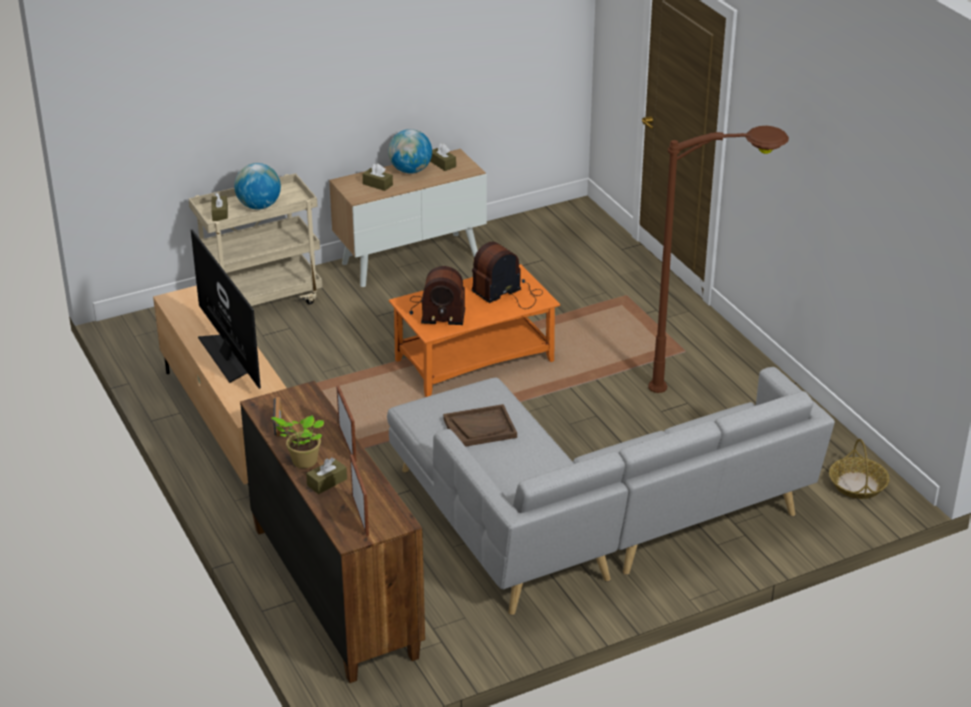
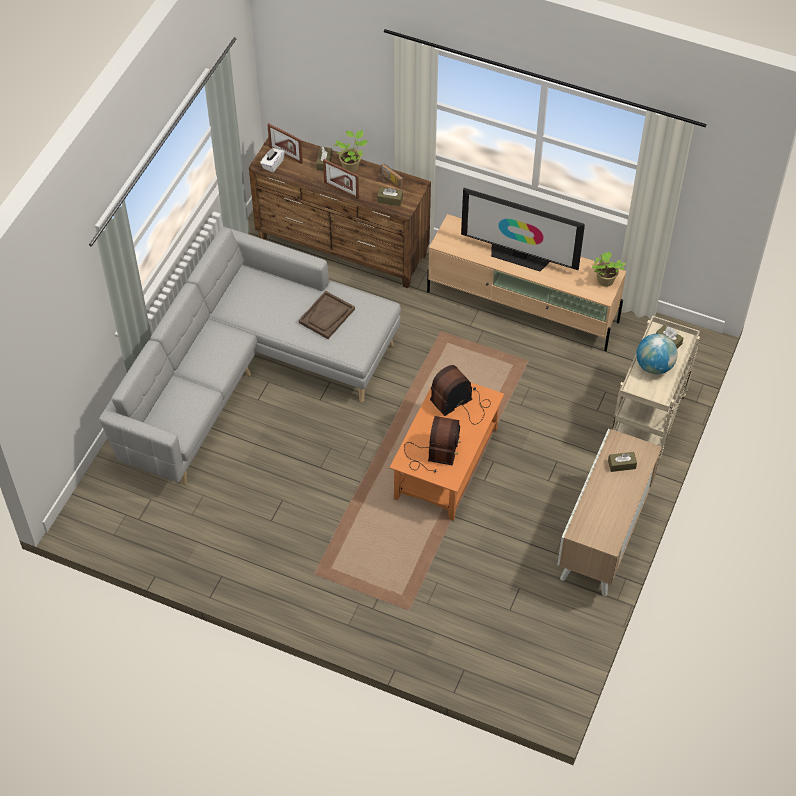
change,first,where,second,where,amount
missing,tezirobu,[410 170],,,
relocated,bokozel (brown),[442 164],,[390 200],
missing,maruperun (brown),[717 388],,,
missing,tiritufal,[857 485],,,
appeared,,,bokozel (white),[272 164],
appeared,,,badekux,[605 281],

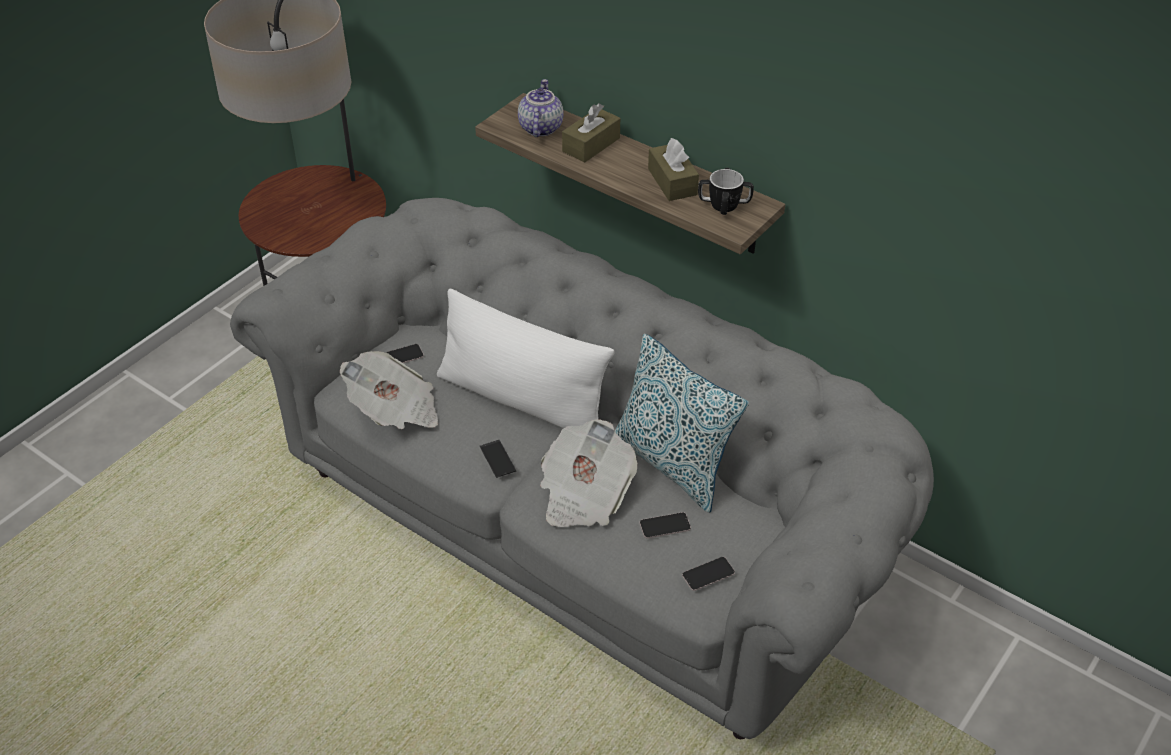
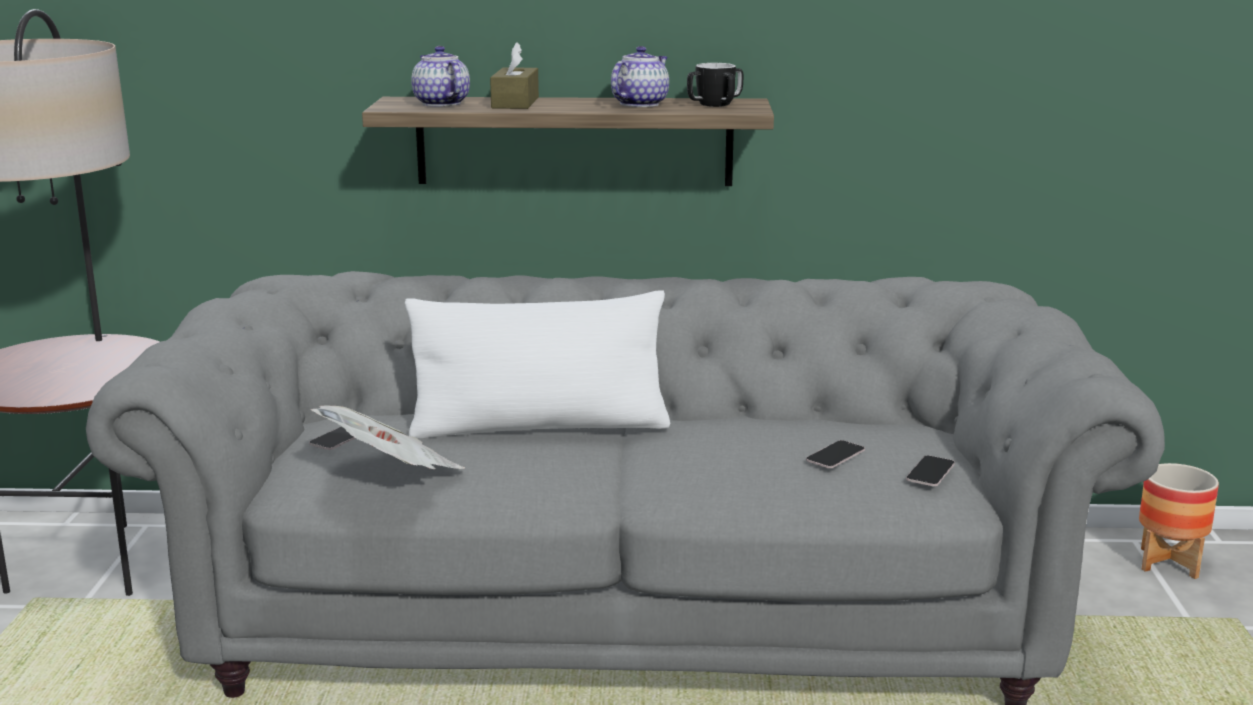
change,first,where,second,where,amount
missing,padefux,[497 459],,,
missing,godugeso,[584 494],,,
missing,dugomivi,[672 465],,,
exchanged,bokozel (brown),[672 182],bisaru,[639 104],
appeared,,,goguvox,[1169 563],

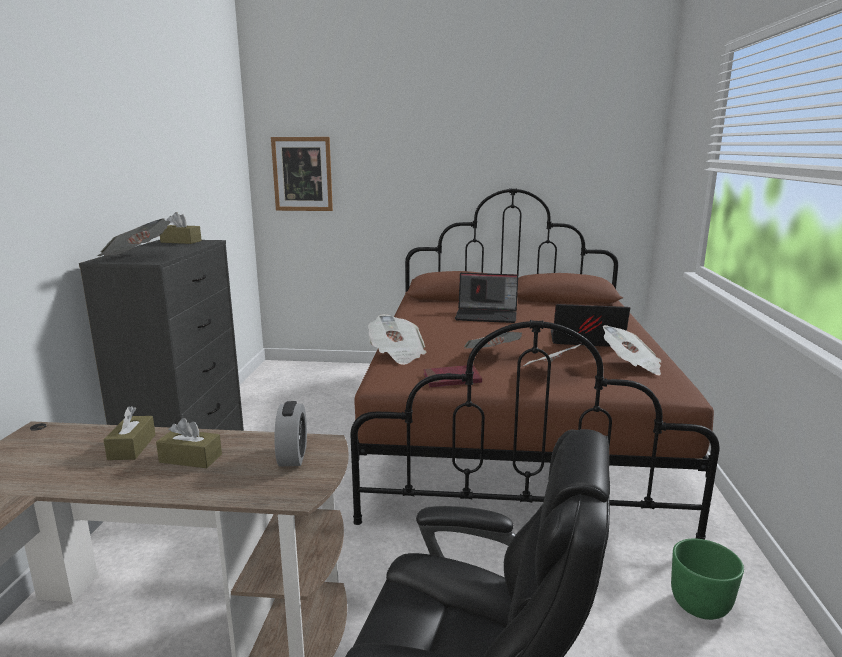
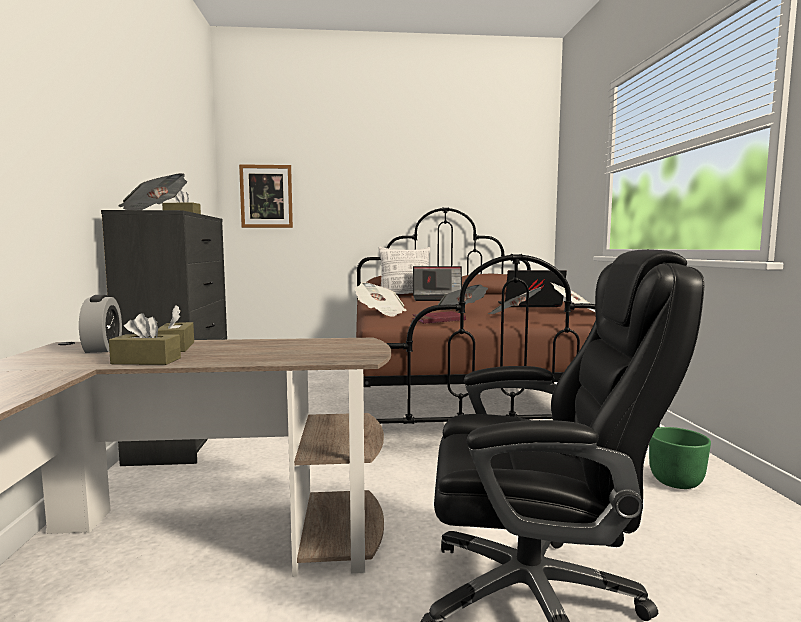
change,first,where,second,where,amount
relocated,bokozel (brown),[190 458],,[146 361],
relocated,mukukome,[293 456],,[103 349],
appeared,,,dugomivi,[405 296],

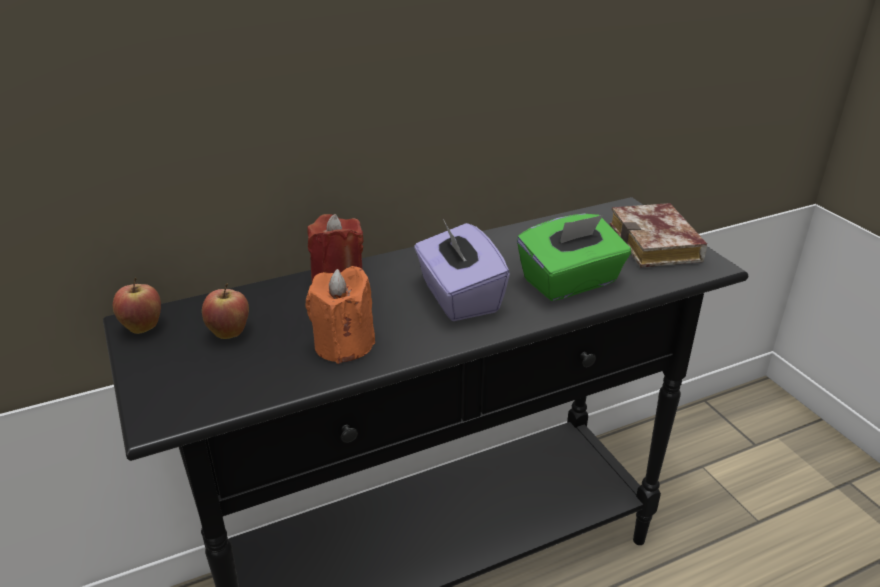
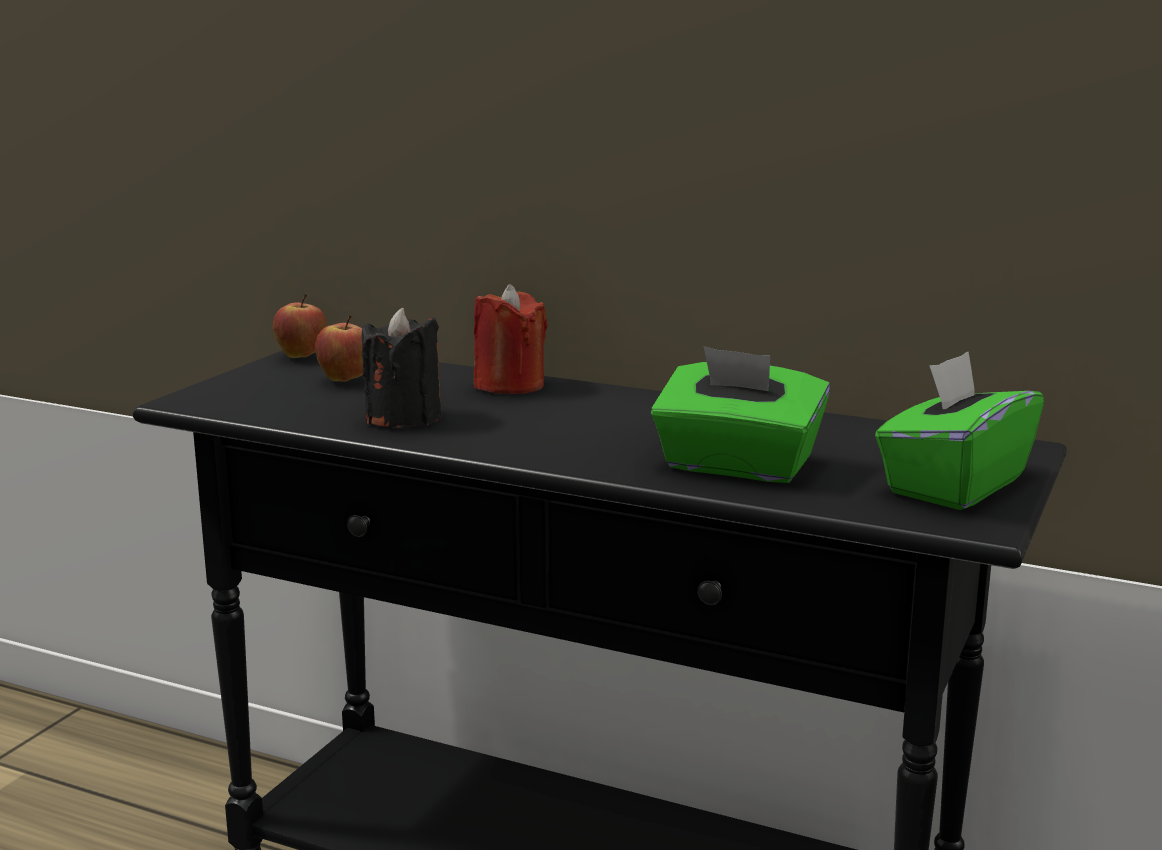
change,first,where,second,where,amount
colour,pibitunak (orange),[344 345],pibitunak (black),[403 418],
missing,bokozel (purple),[458 297],,,
exchanged,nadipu,[659 245],bokozel (green),[953 485],

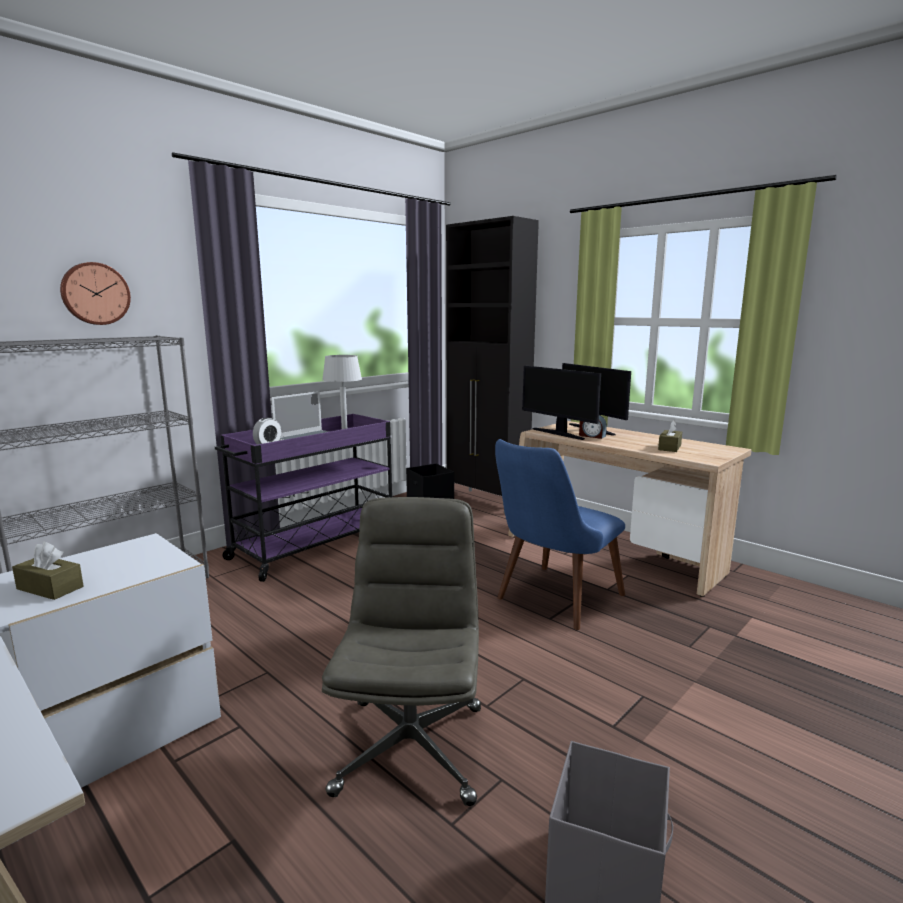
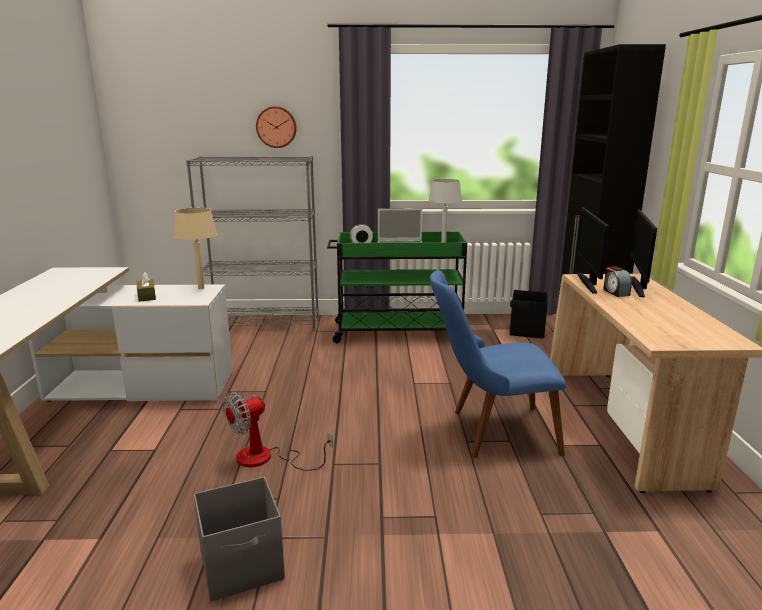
change,first,where,second,where,amount
colour,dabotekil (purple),[315 546],dabotekil (green),[397 332],
exchanged,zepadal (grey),[410 746],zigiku,[266 459],
missing,bokozel (brown),[669 447],,,
appeared,,,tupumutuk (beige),[201 288],

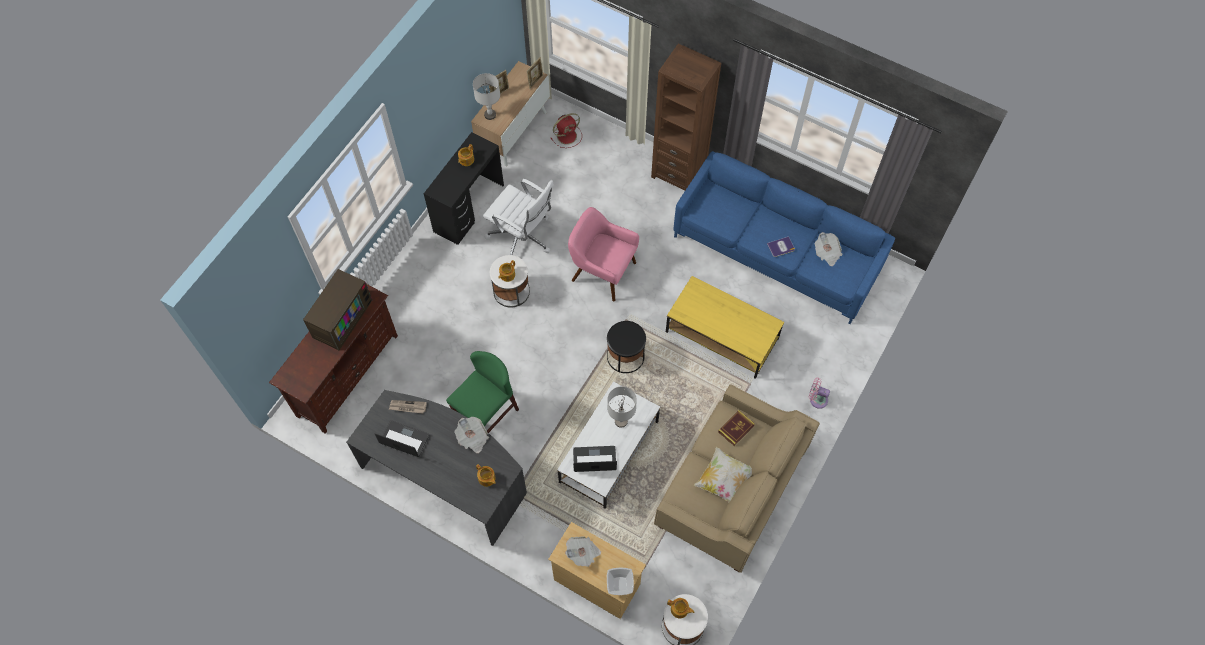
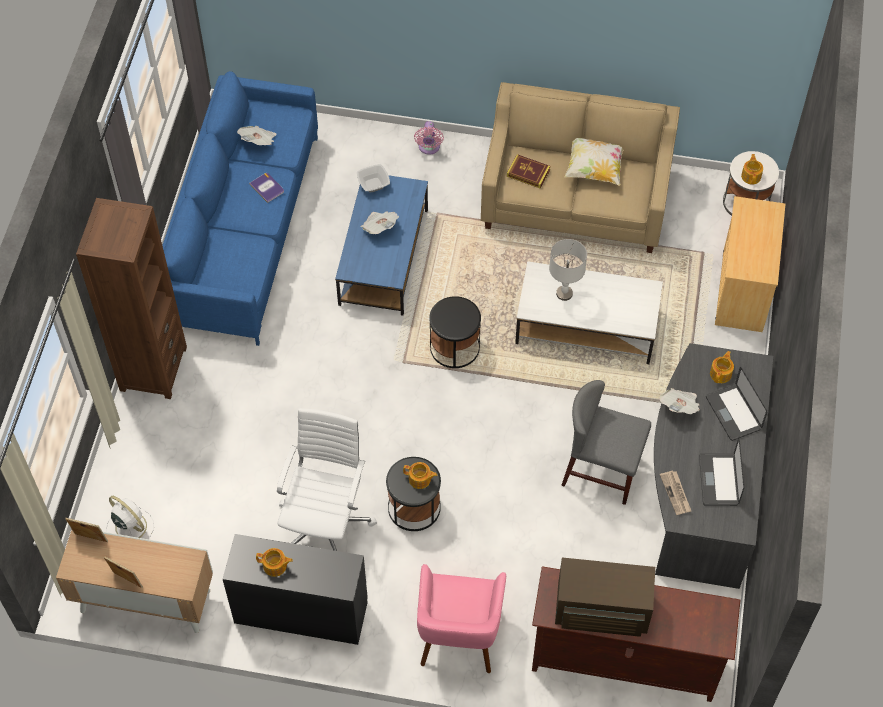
change,first,where,second,where,amount
colour,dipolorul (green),[486 415],dipolorul (grey),[601 471],
missing,tupumutuk (grey),[490 115],,,
colour,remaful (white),[511 291],remaful (black),[413 507],
colour,zigiku (red),[567 136],zigiku (white),[130 526],
relocated,godugeso,[583 553],,[379 227],
relocated,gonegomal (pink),[602 272],,[458 636],
relocated,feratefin,[594 459],,[733 413],
relocated,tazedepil,[619 584],,[374 185],
colour,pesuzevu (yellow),[722 335],pesuzevu (blue),[383 256],

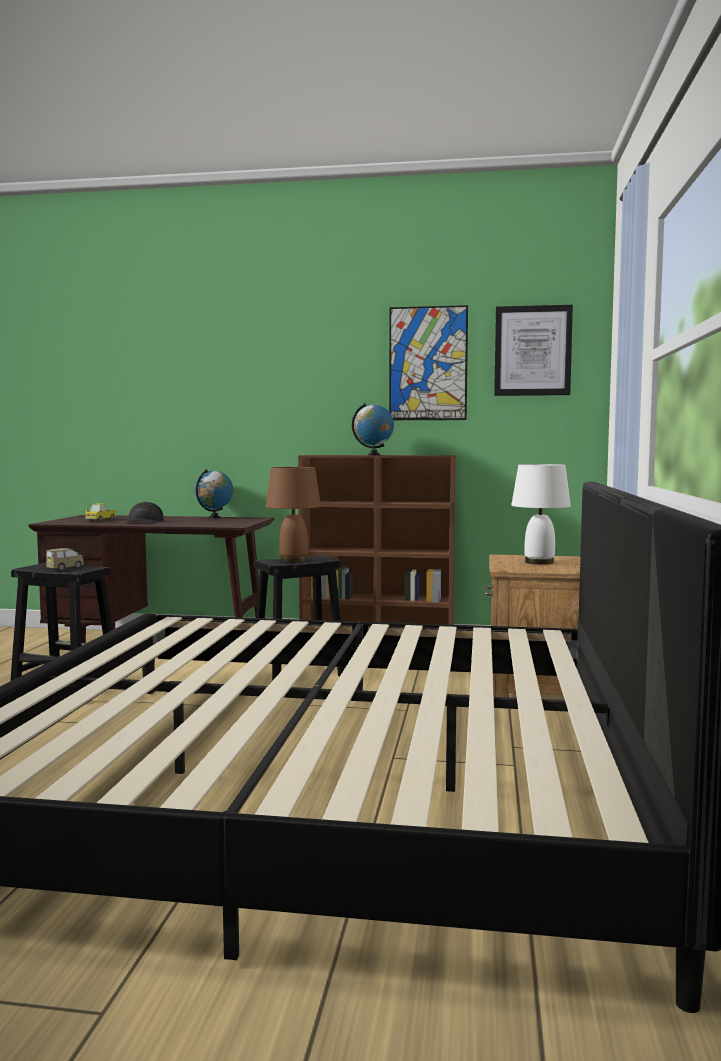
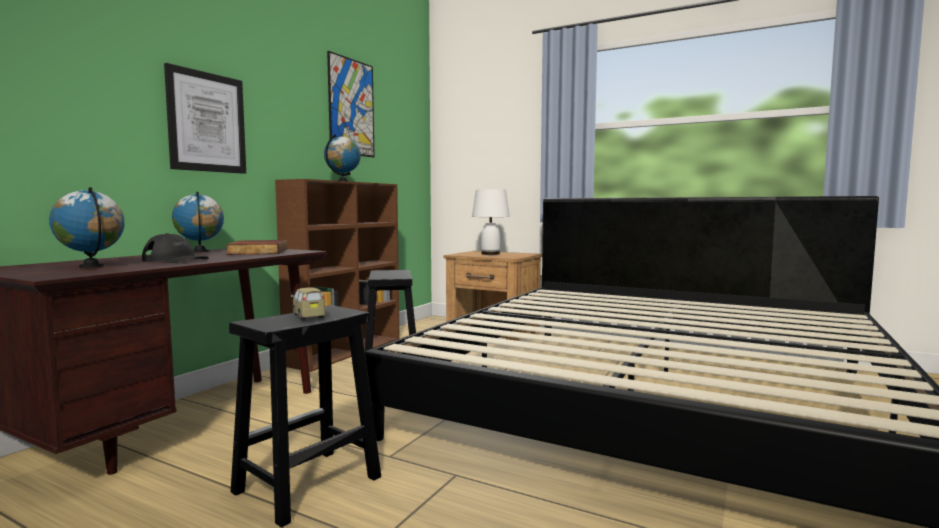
change,first,where,second,where,amount
exchanged,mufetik,[101 520],tezirobu,[92 266],
missing,tupumutuk (brown),[294 560],,,
relocated,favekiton,[532 351],,[206 122],
appeared,,,nadipu,[256 251],

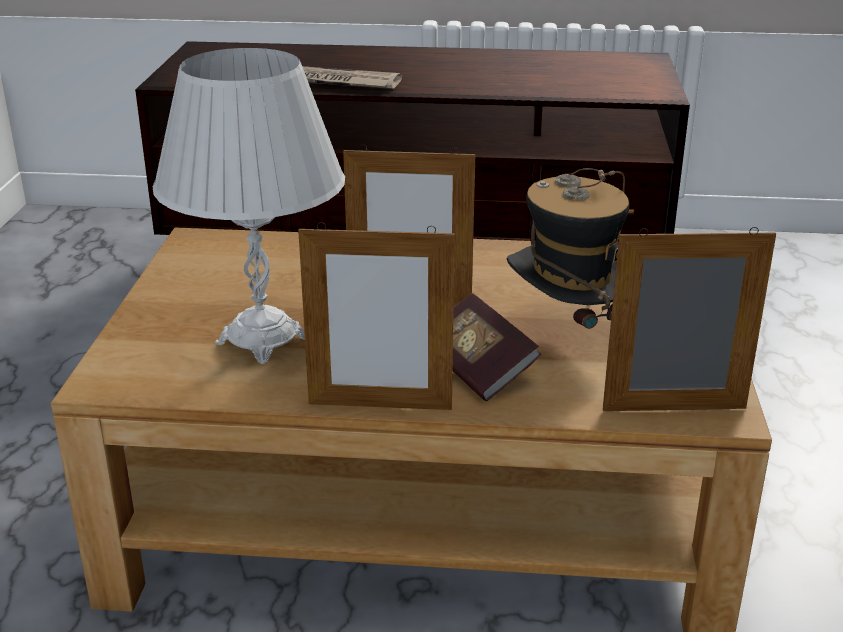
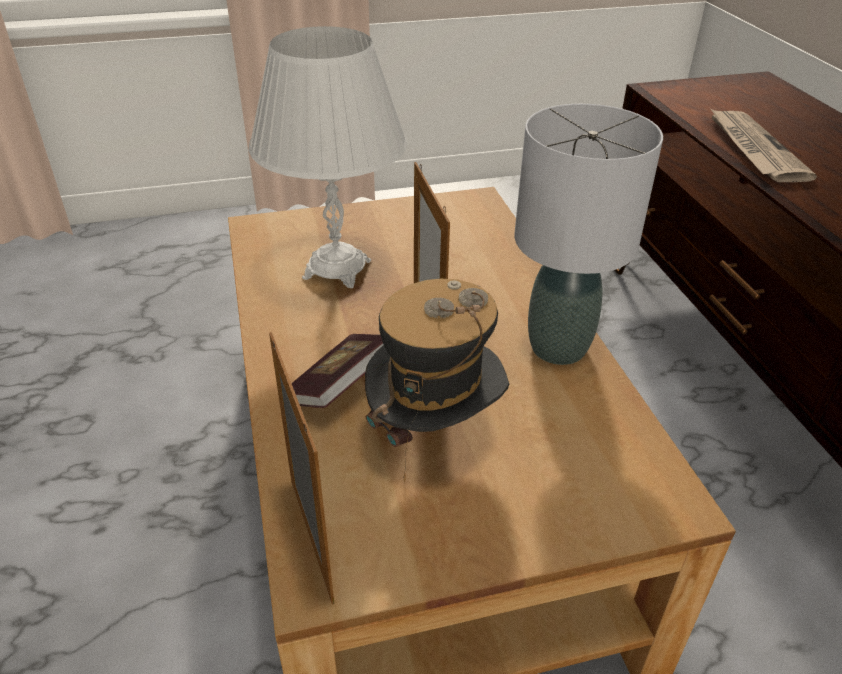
change,first,where,second,where,amount
missing,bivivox,[380 406],,,
appeared,,,tupumutuk (grey),[559 348],

